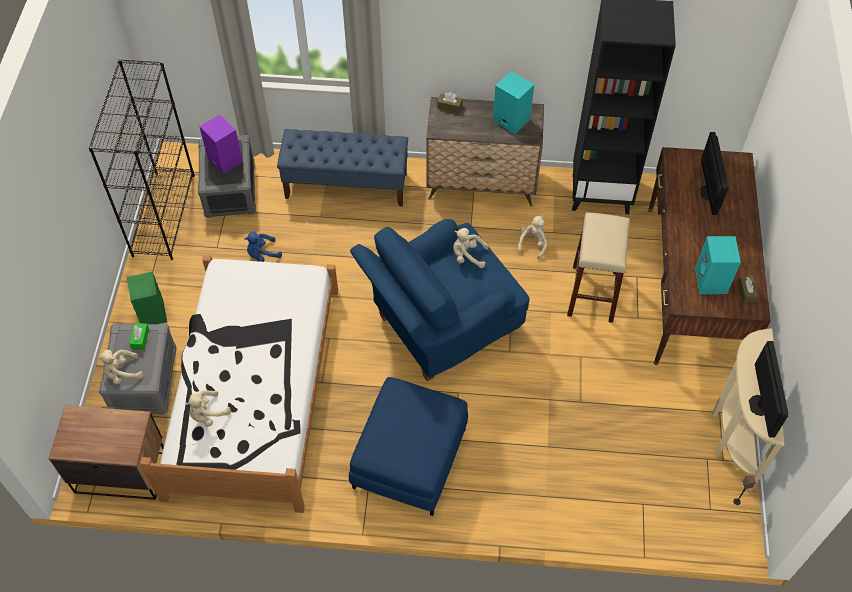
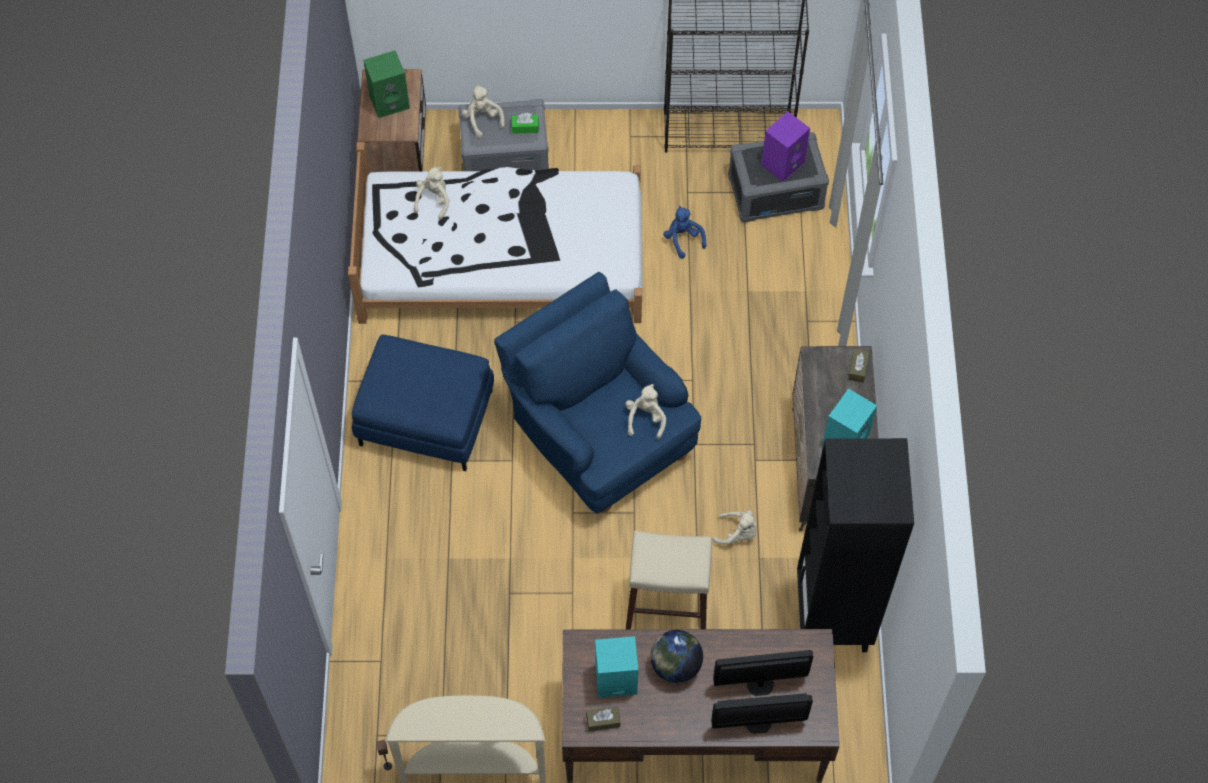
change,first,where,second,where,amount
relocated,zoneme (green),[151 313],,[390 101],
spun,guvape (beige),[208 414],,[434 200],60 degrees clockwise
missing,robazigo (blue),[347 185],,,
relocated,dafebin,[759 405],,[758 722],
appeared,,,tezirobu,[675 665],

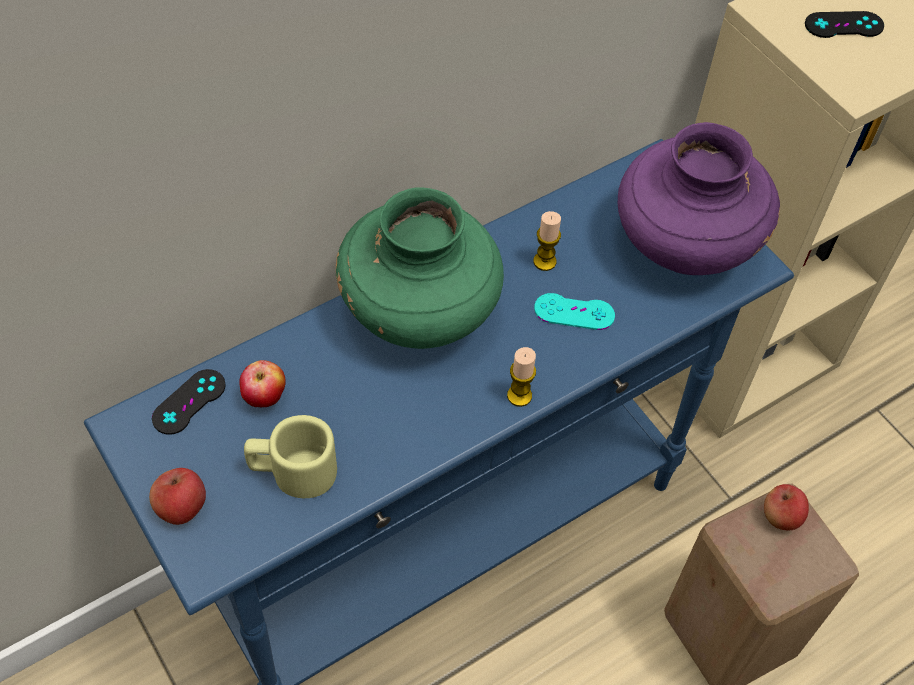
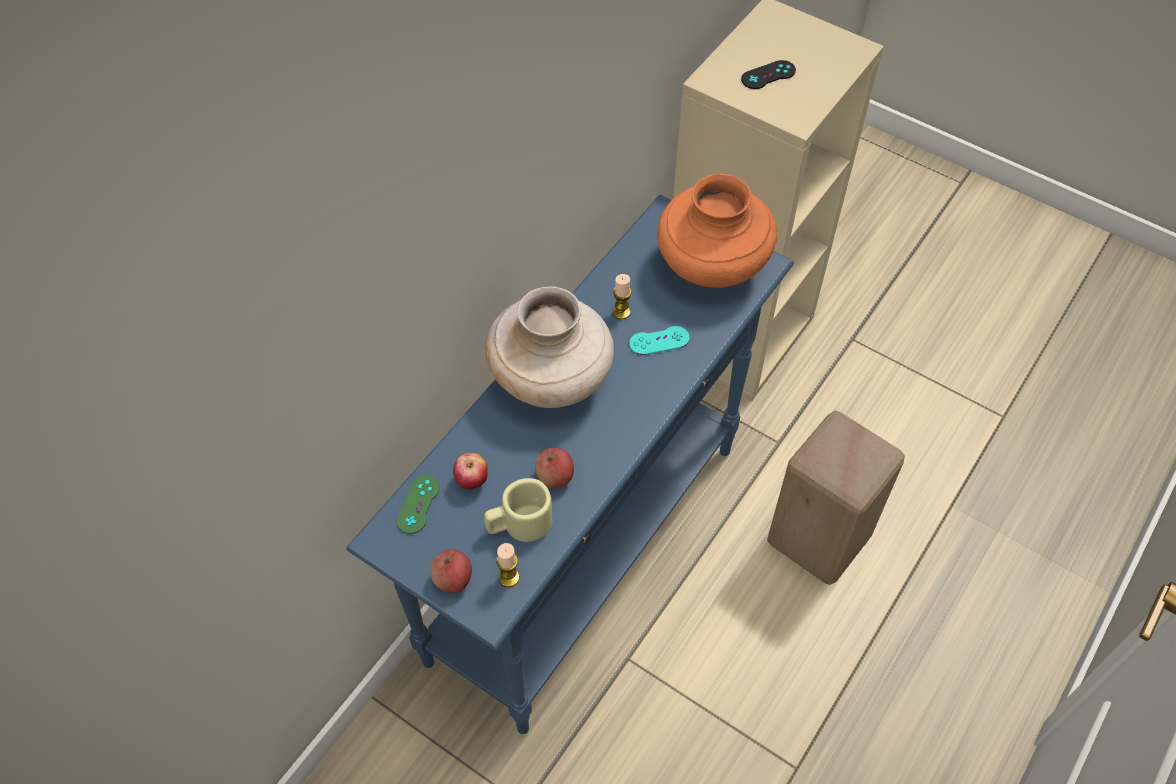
change,first,where,second,where,amount
colour,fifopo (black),[189 402],fifopo (green),[418 504],
colour,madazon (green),[421 312],madazon (beige),[552 379],
relocated,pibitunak,[519 395],,[509 577],
colour,madazon (purple),[683 245],madazon (orange),[711 266],
relocated,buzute,[780 517],,[555 477],

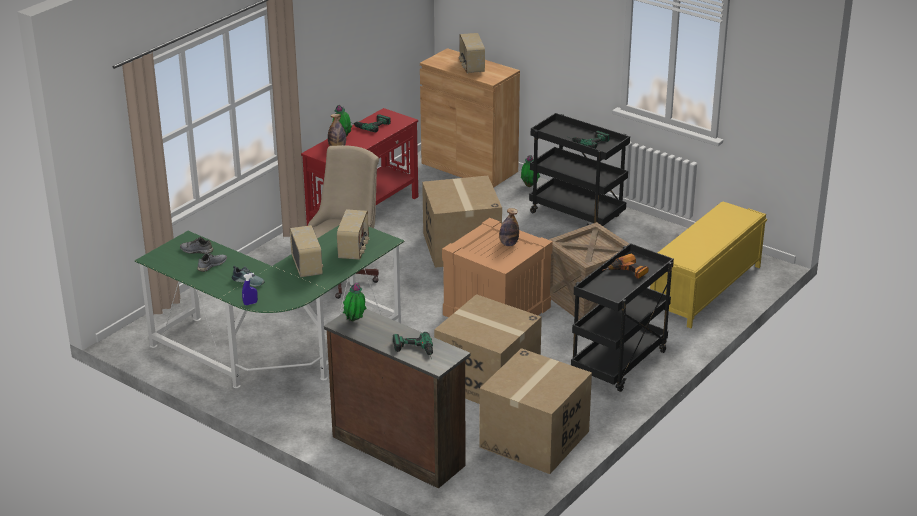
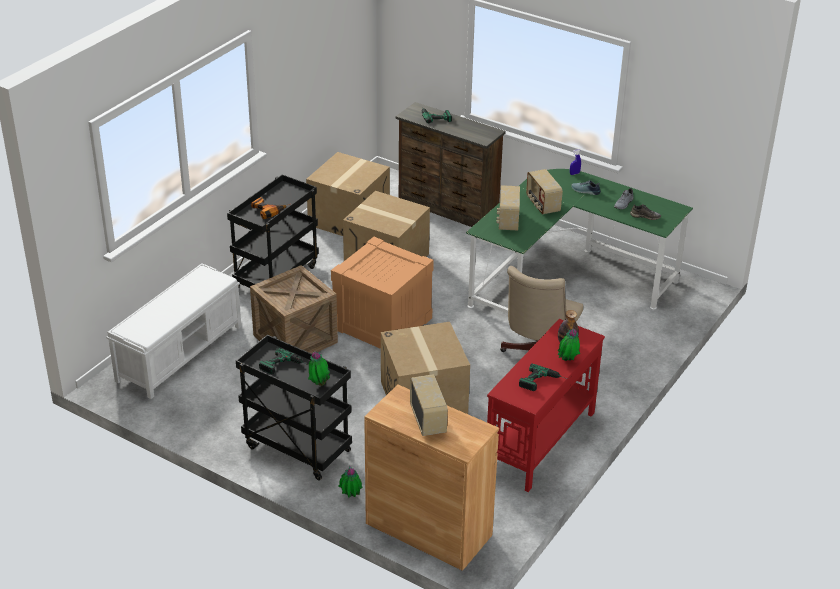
change,first,where,second,where,amount
relocated,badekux,[355 321],,[319 384],
missing,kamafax,[508 244],,,
colour,robazigo (yellow),[705 289],robazigo (white),[180 352],

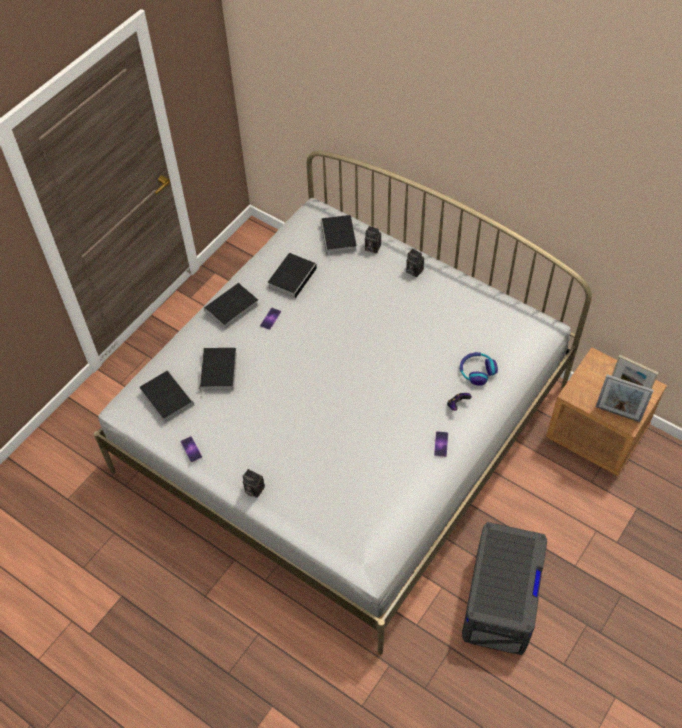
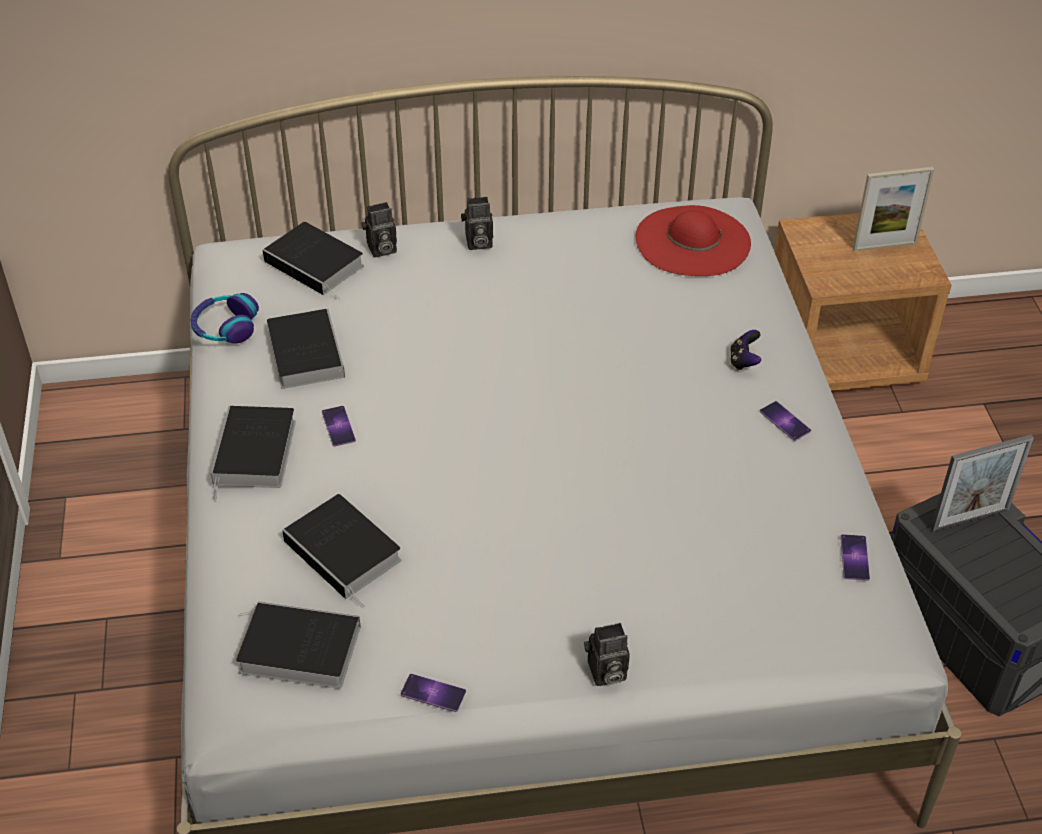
change,first,where,second,where,amount
relocated,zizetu,[477 371],,[225 327],
relocated,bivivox,[617 413],,[969 519],
appeared,,,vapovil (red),[692 241],
appeared,,,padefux,[854 557],

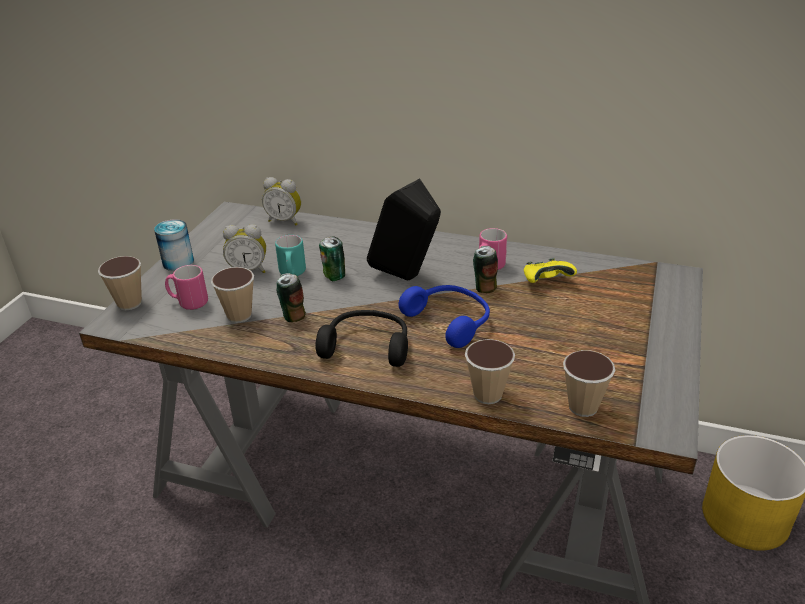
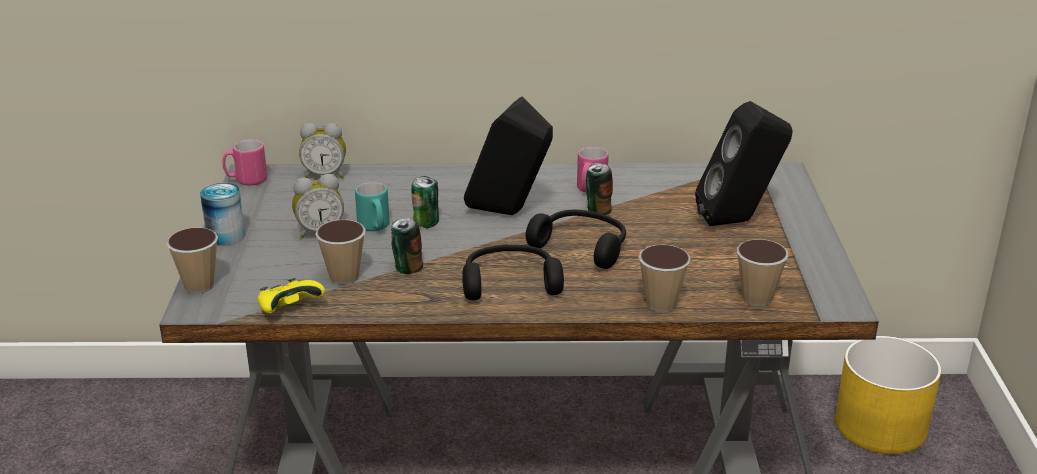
change,first,where,second,where,amount
relocated,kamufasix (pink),[188 302],,[246 180],
colour,zizetu (blue),[450 321],zizetu (black),[582 246],
relocated,fifopo (yellow),[546 282],,[289 309],
appeared,,,zoneme (black),[739 221],

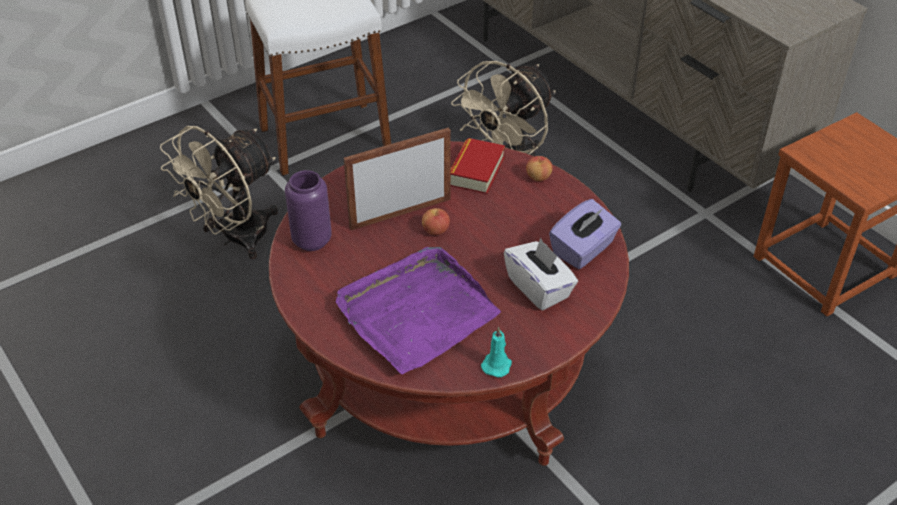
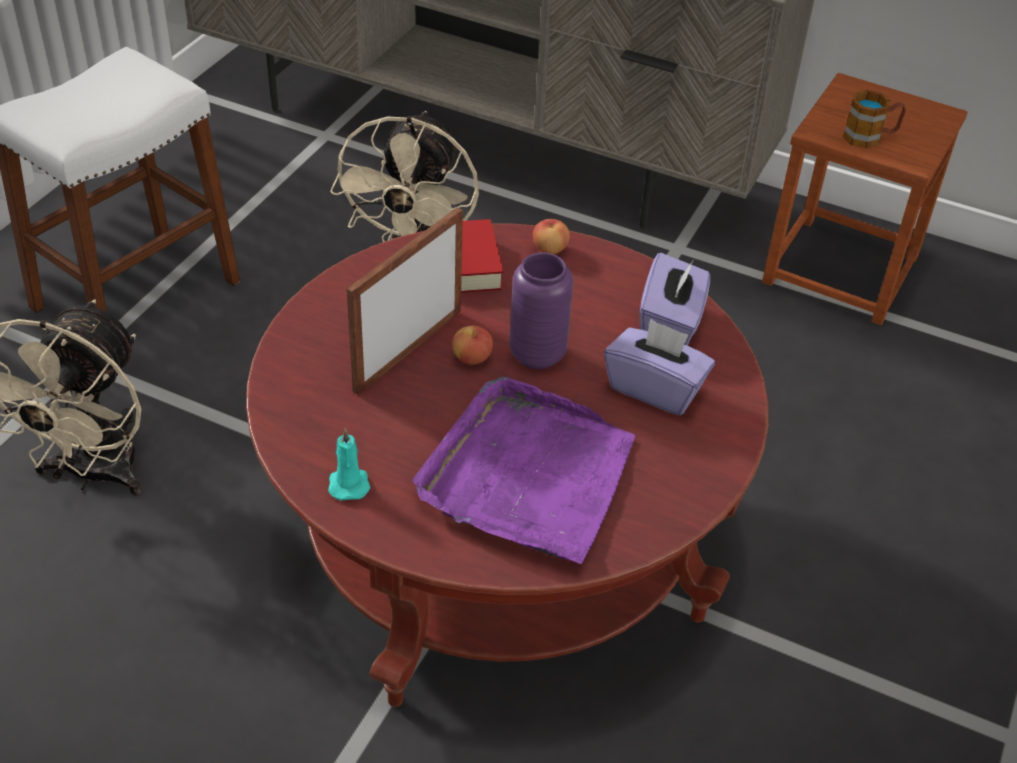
change,first,where,second,where,amount
relocated,madazon (purple),[312 241],,[537 354],
relocated,pibitunak (turquoise),[497 364],,[348 483],
colour,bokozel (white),[539 288],bokozel (purple),[655 388],
appeared,,,kamufasix,[870 137],

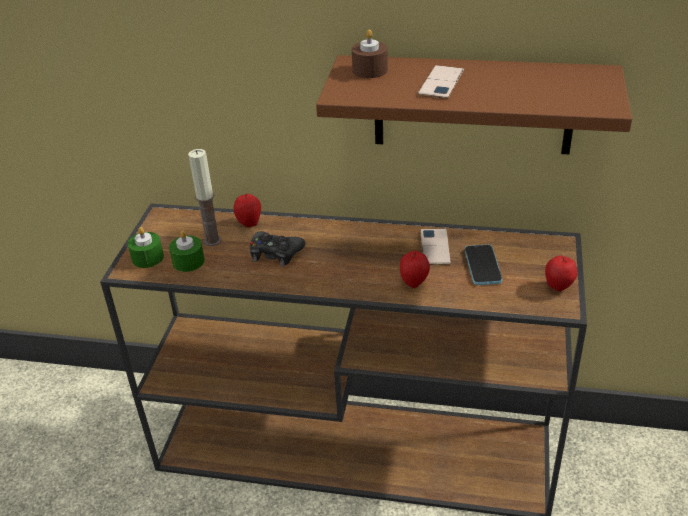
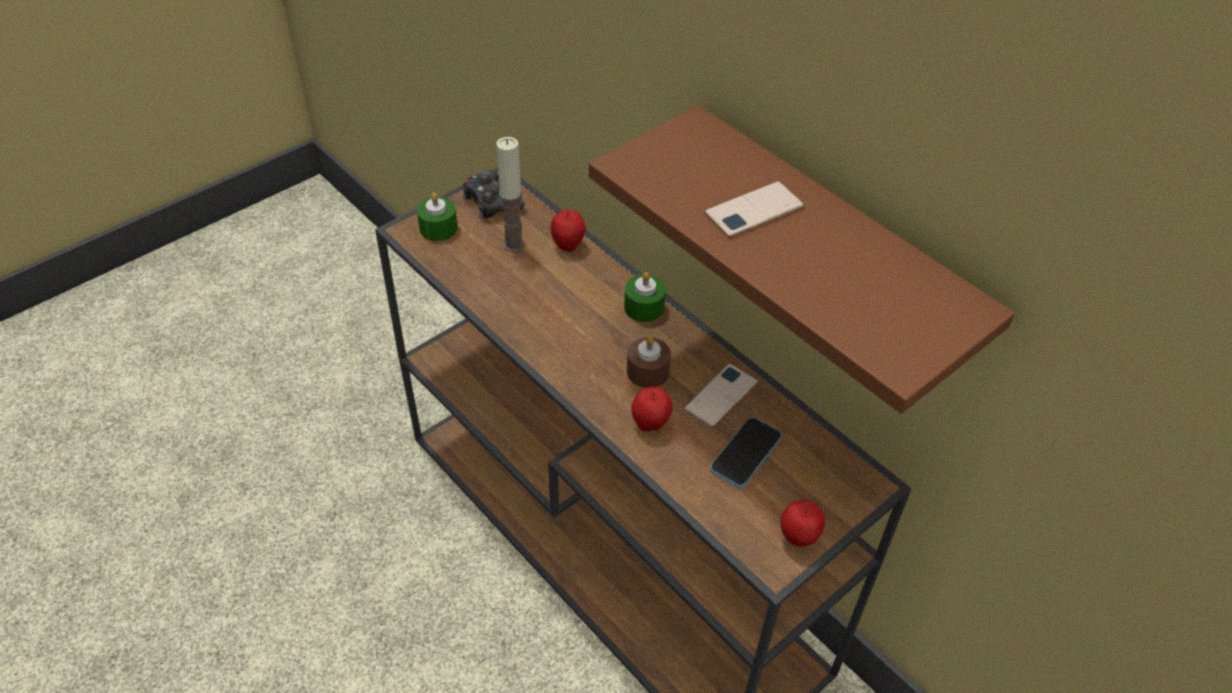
change,first,where,second,where,amount
relocated,pibitunak (green),[188 261],,[644 307],
relocated,fifopo (black),[275 253],,[491 202],
relocated,pibitunak (brown),[370 70],,[647 371],

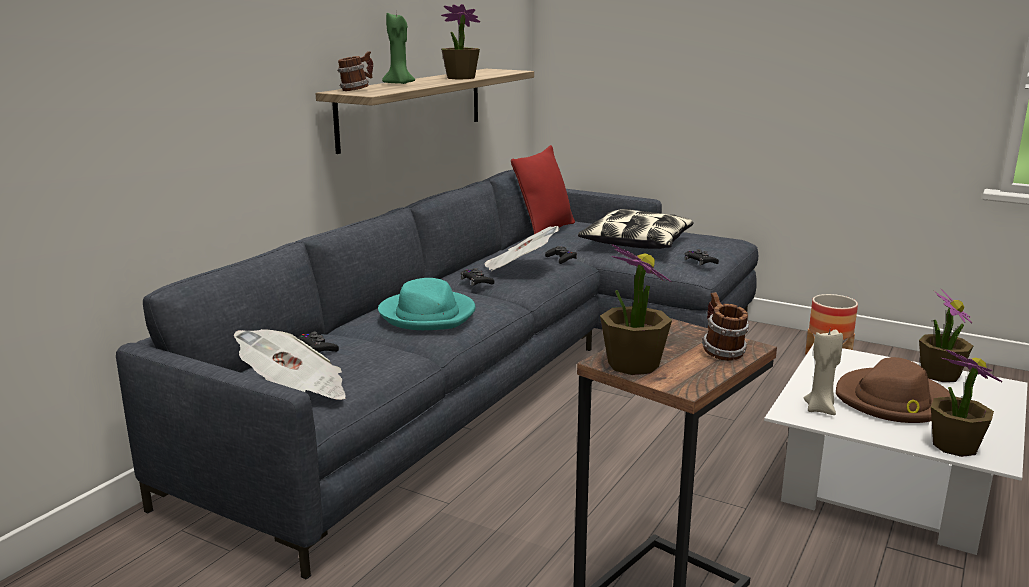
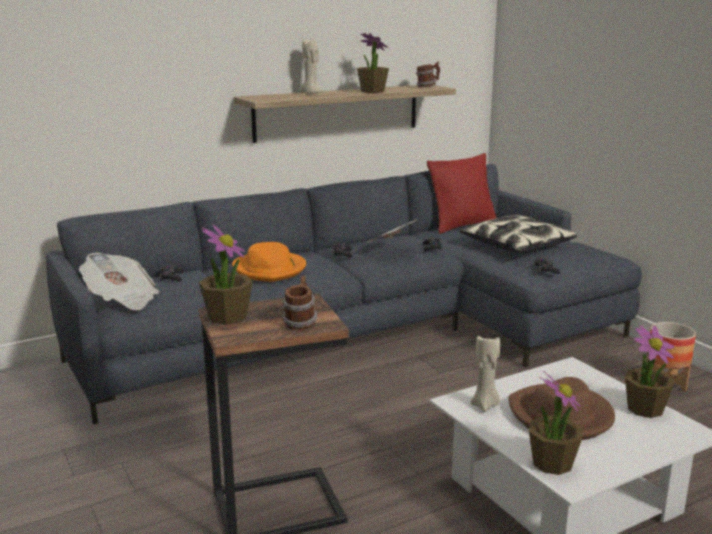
change,first,where,second,where,amount
relocated,kamufasix,[356 90],,[427 87],
colour,vapovil (turquoise),[428 314],vapovil (orange),[270 269],
colour,pibitunak (green),[399 84],pibitunak (beige),[310 93],

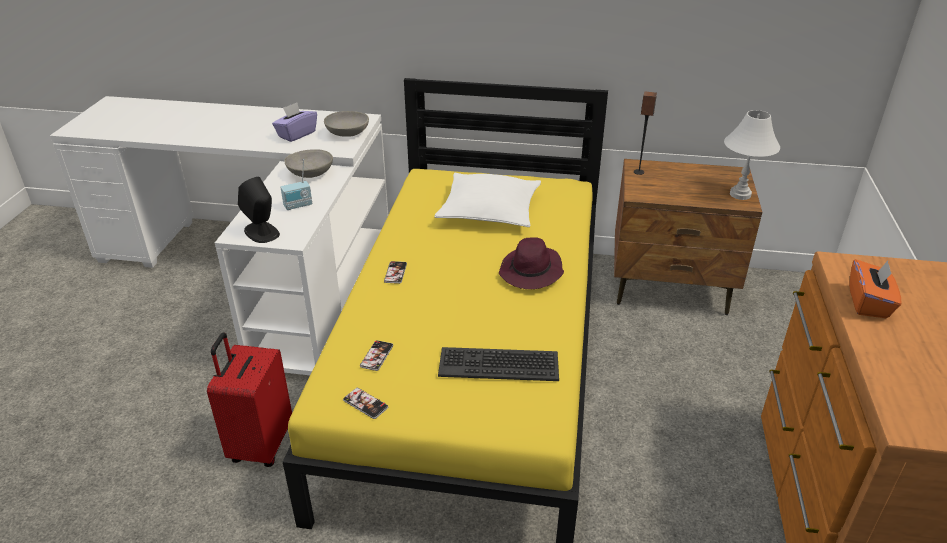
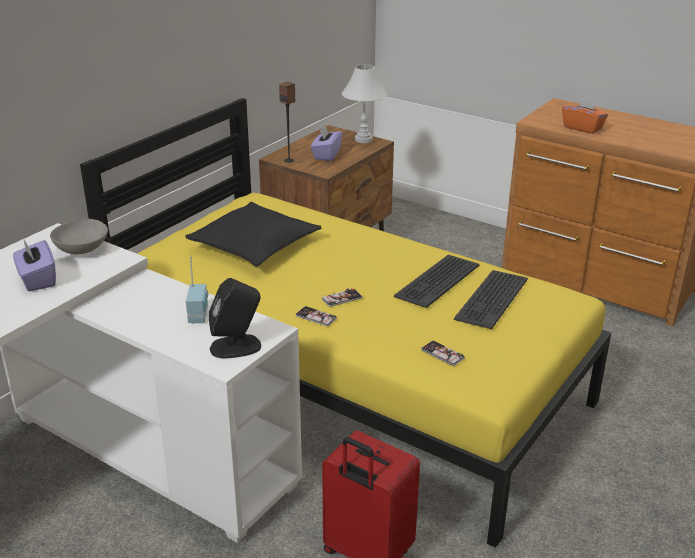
change,first,where,second,where,amount
missing,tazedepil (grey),[310 174],,,
relocated,padefux,[365 404],,[342 298],
colour,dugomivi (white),[489 211],dugomivi (black),[254 245],
missing,vapovil (purple),[531 272],,,
appeared,,,bokozel (purple),[326 155],
appeared,,,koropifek,[436 281],

